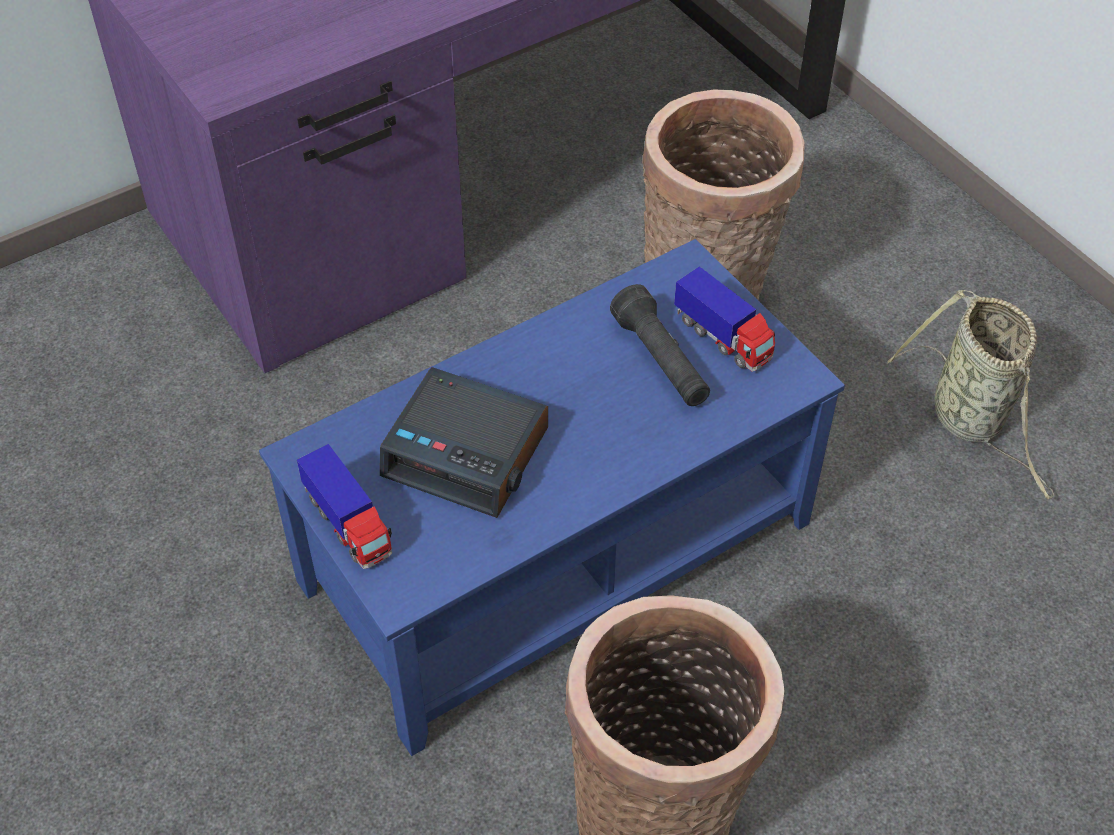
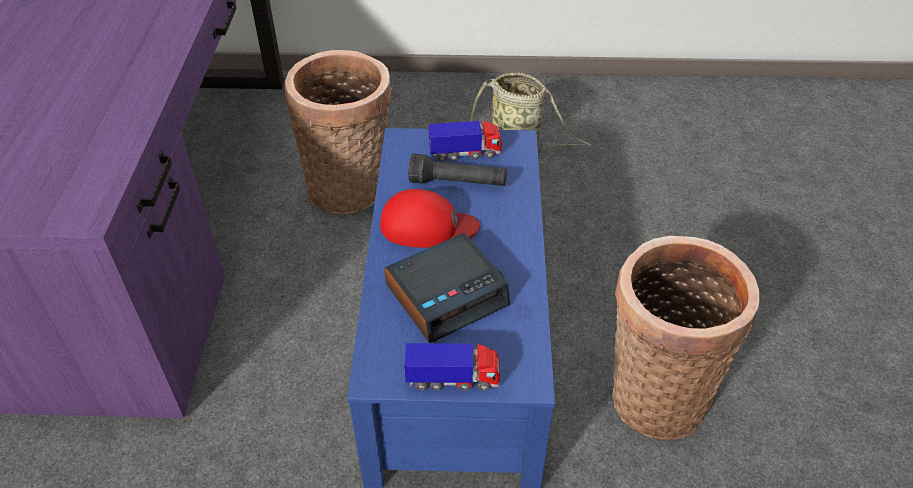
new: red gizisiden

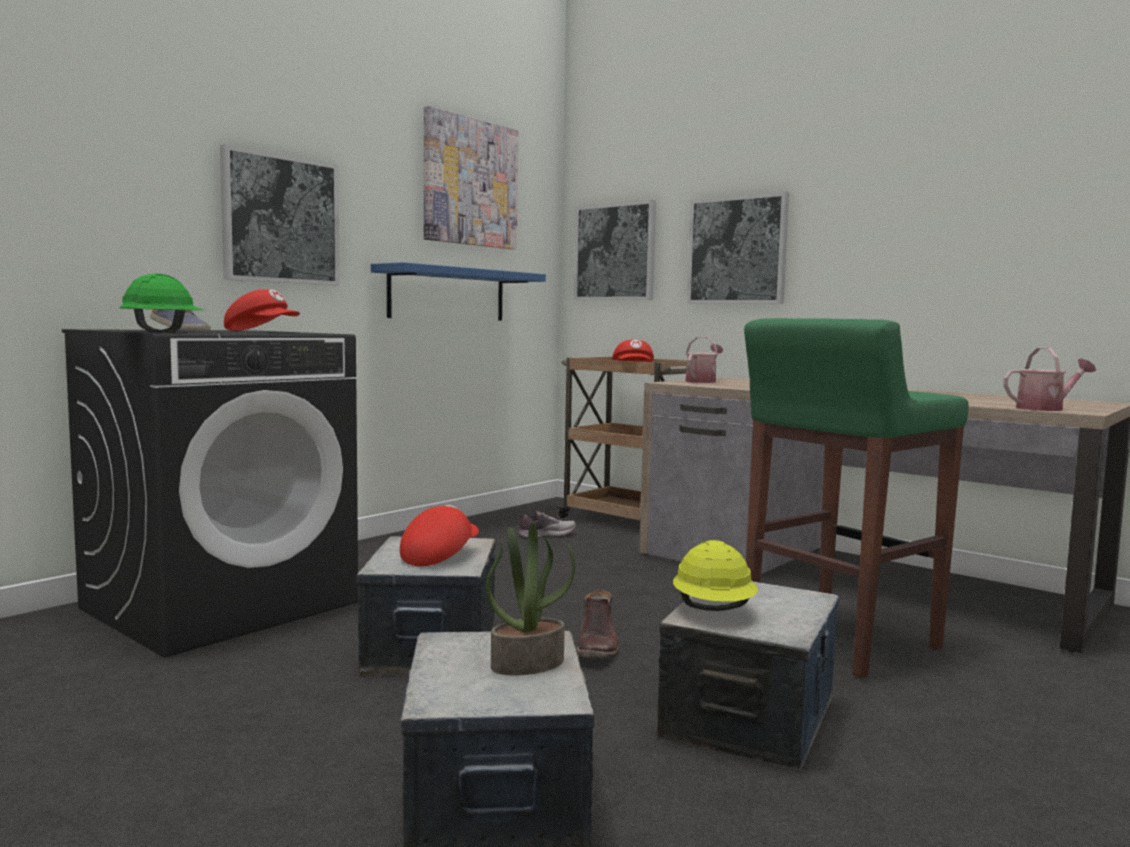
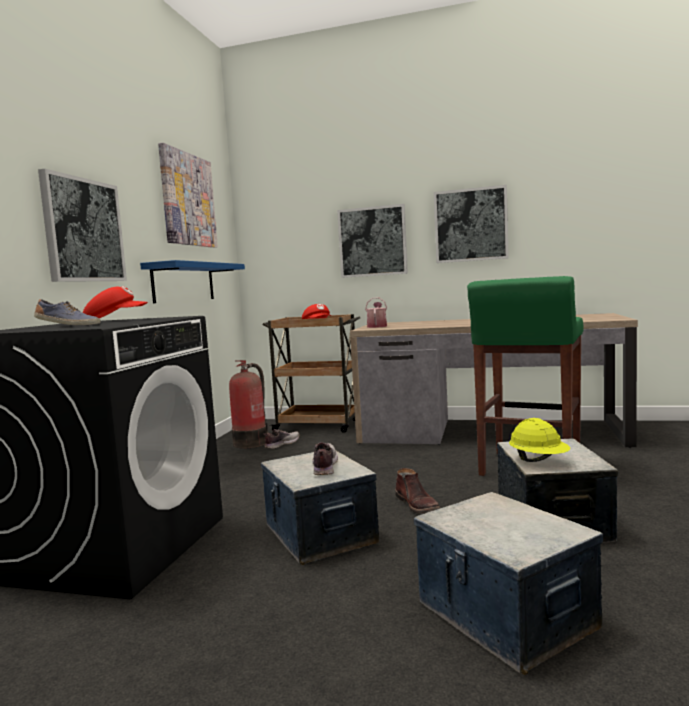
gone: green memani; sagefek; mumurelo (no. 2 from left)
new: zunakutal
shifted: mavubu (no. 3 from left in the first image) to mavubu (no. 4 from left)
swapped: red gizisiden (no. 2 from left) to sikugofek (no. 3 from left)

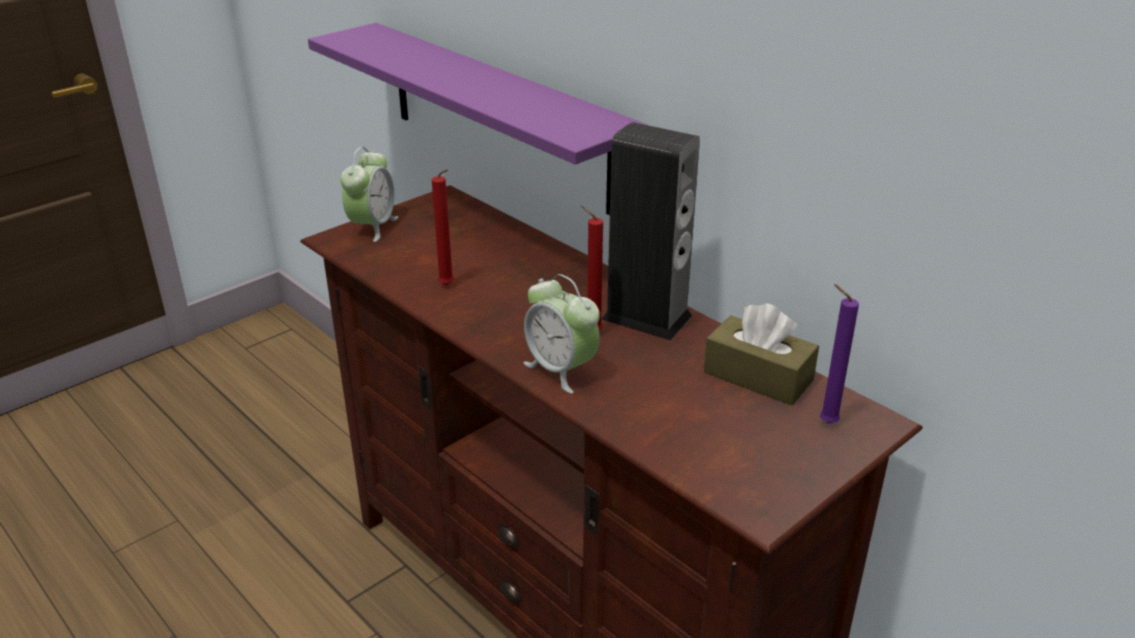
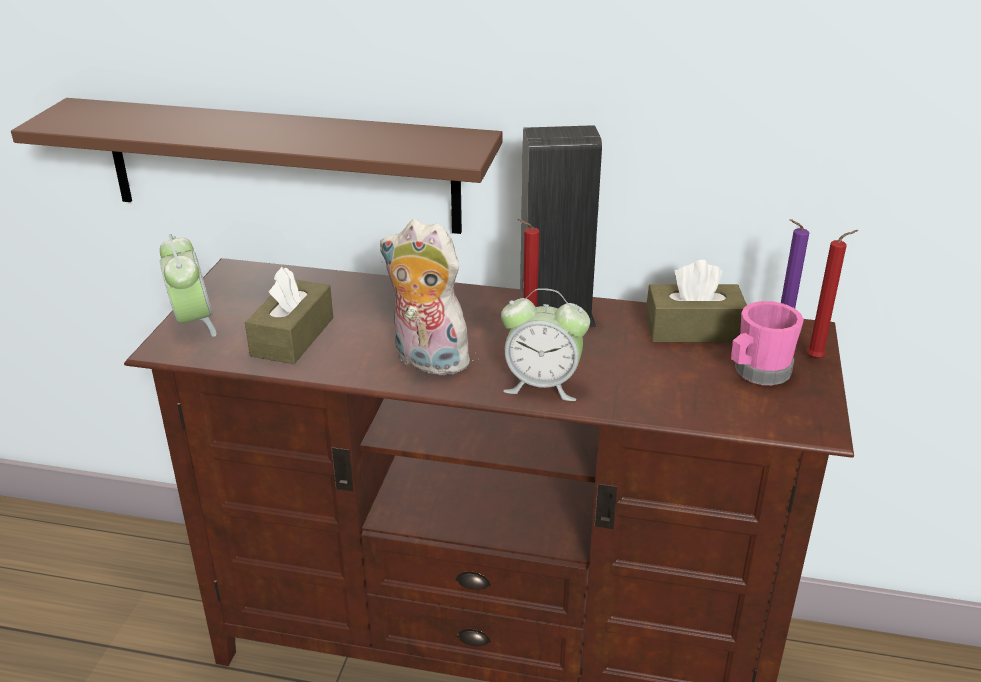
new: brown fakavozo (no. 1 from left); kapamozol; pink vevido
shifted: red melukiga (no. 1 from left in the first image) to red melukiga (no. 2 from left)
repainted: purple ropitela to brown ropitela

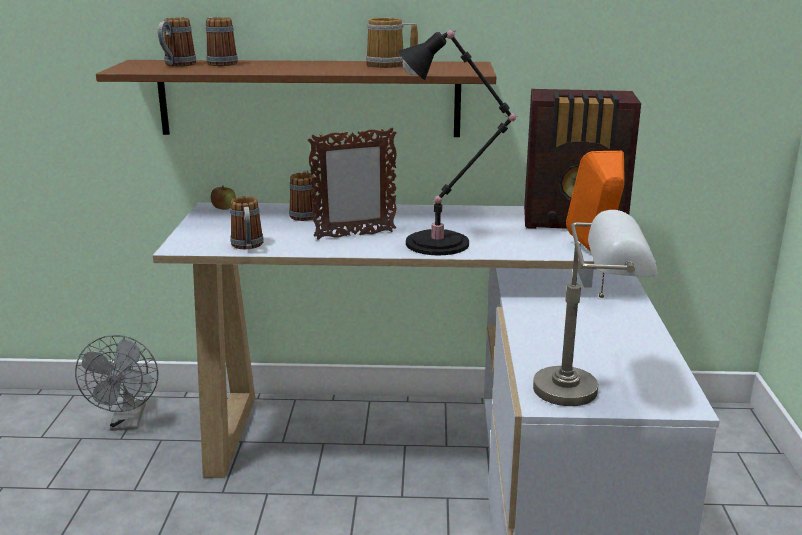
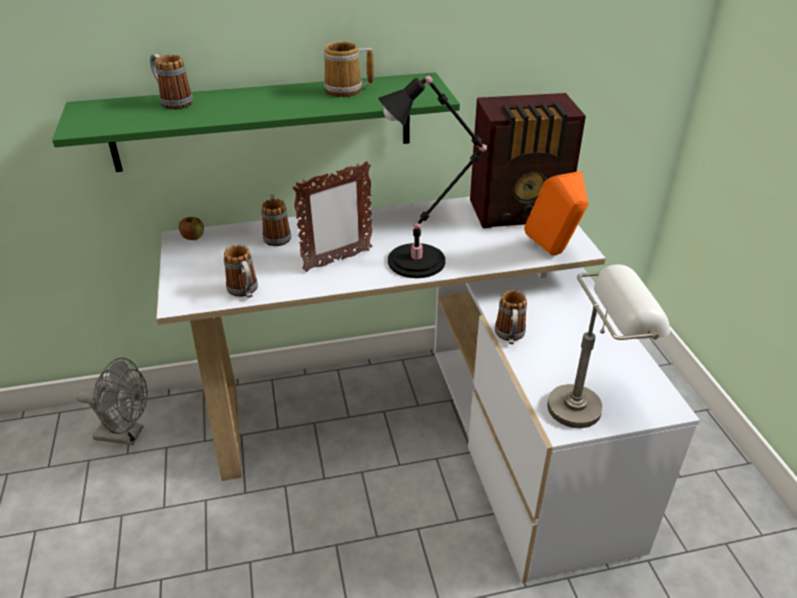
shifted: vevido (no. 1 from left in the first image) to vevido (no. 5 from left)
repainted: brown ropitela to green ropitela
rotated: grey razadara 60 degrees counterclockwise

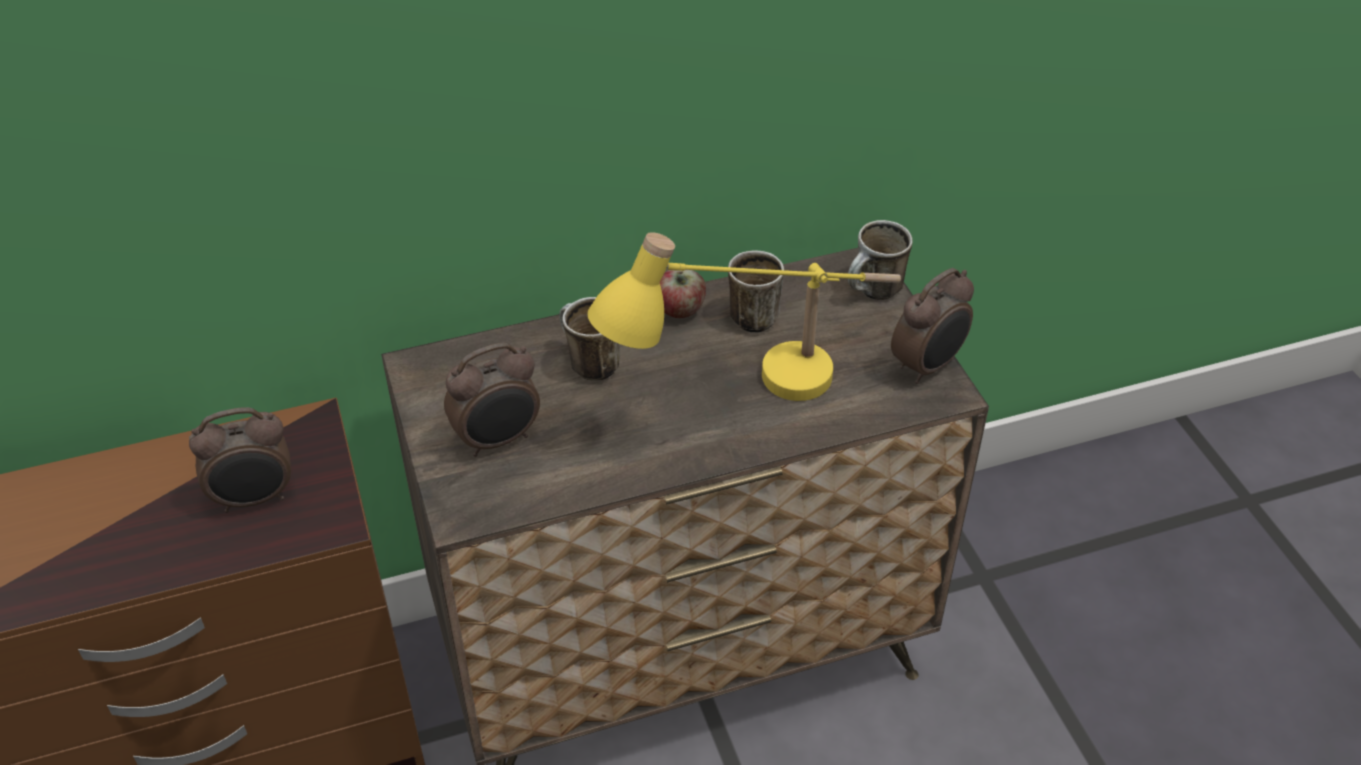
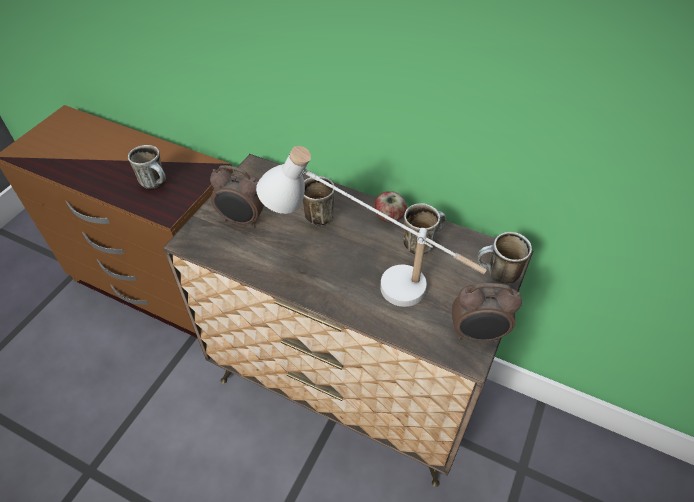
swapped: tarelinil (no. 1 from left) to vevido (no. 1 from left)
repainted: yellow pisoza to white pisoza

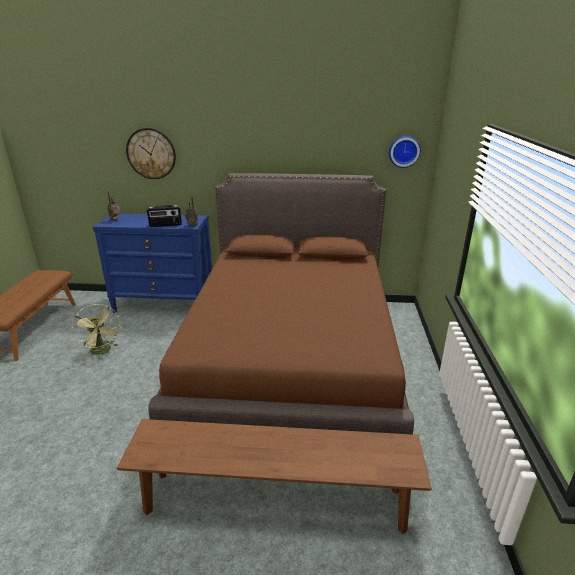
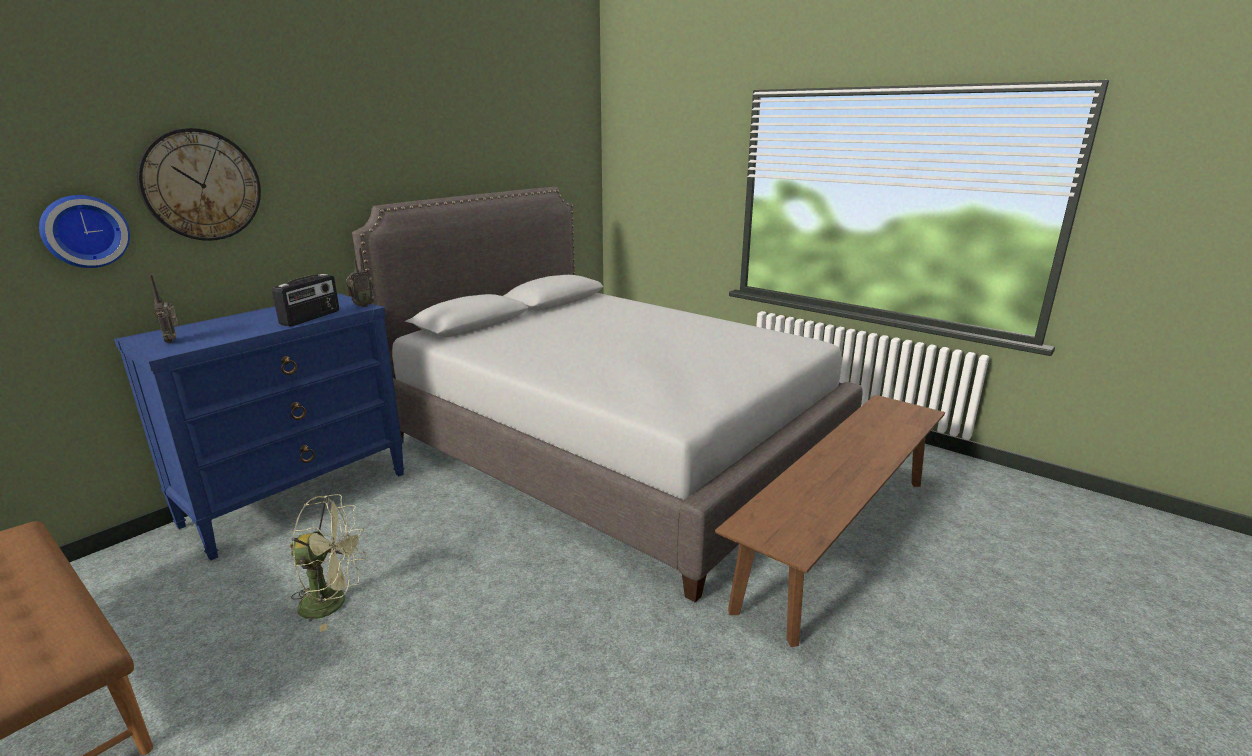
shifted: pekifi (no. 2 from left in the first image) to pekifi (no. 1 from left)
repainted: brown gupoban to grey gupoban

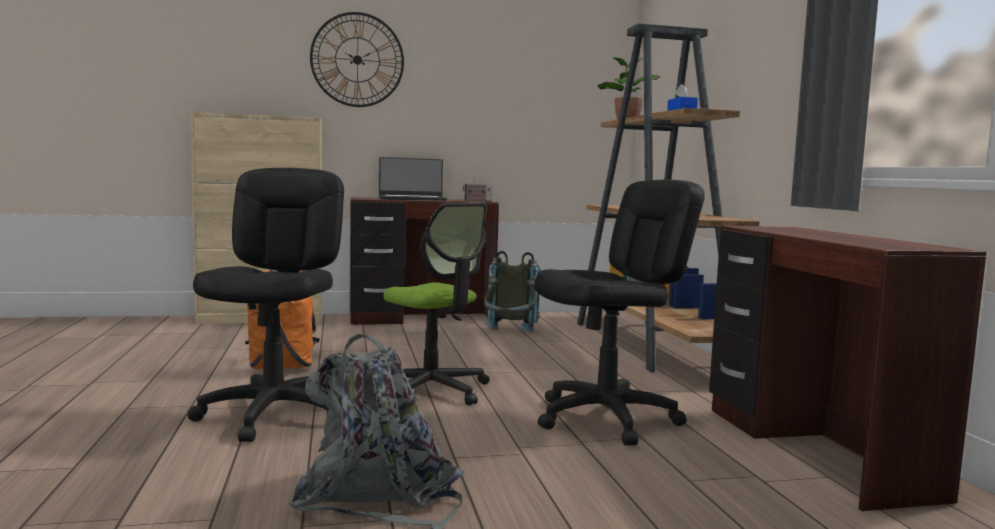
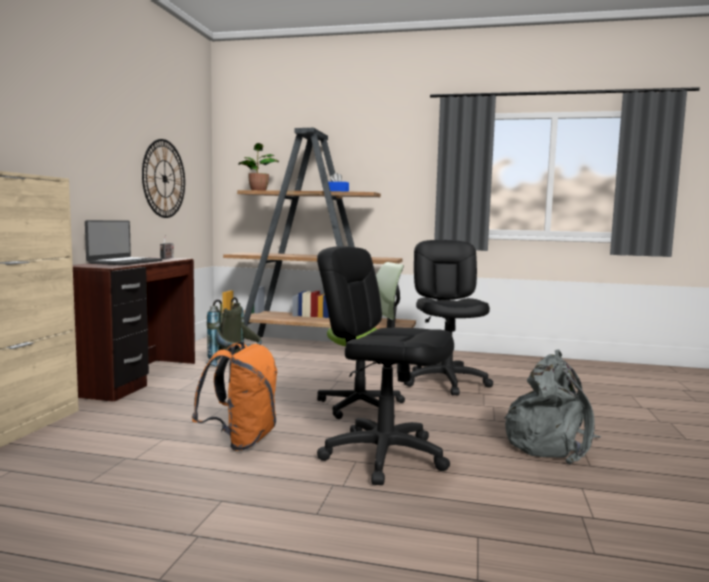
gone: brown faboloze (no. 2 from left)
shifted: pekifi

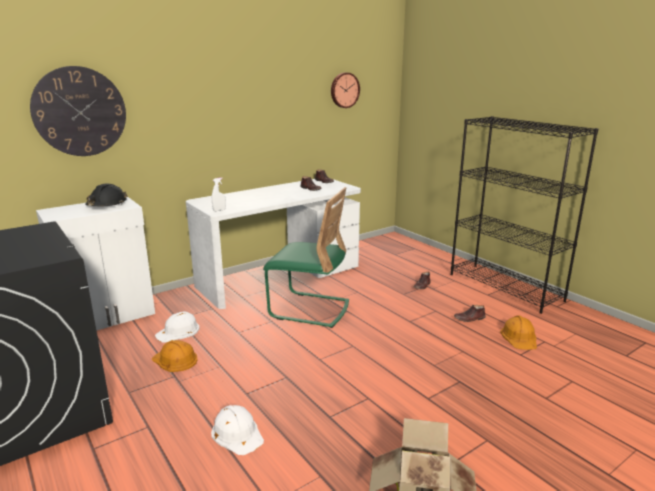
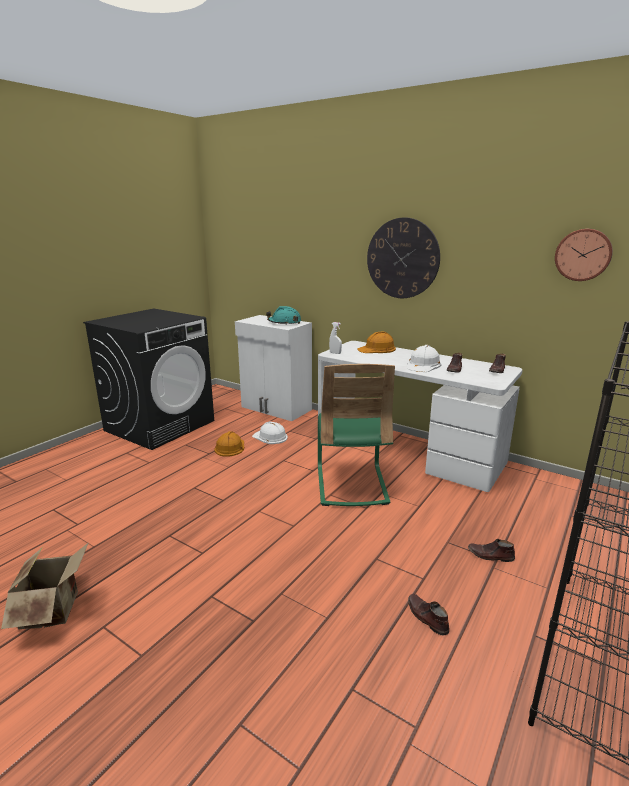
shifted: orange memani (no. 2 from left); pekifi (no. 1 from left); white memani (no. 2 from left)
repainted: black memani to turquoise memani

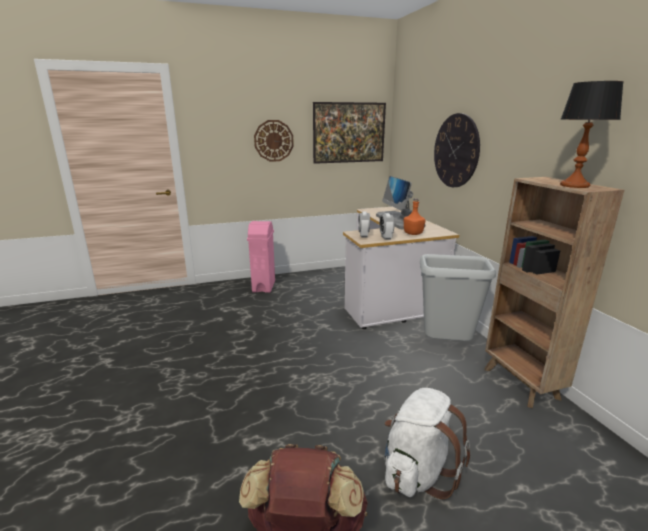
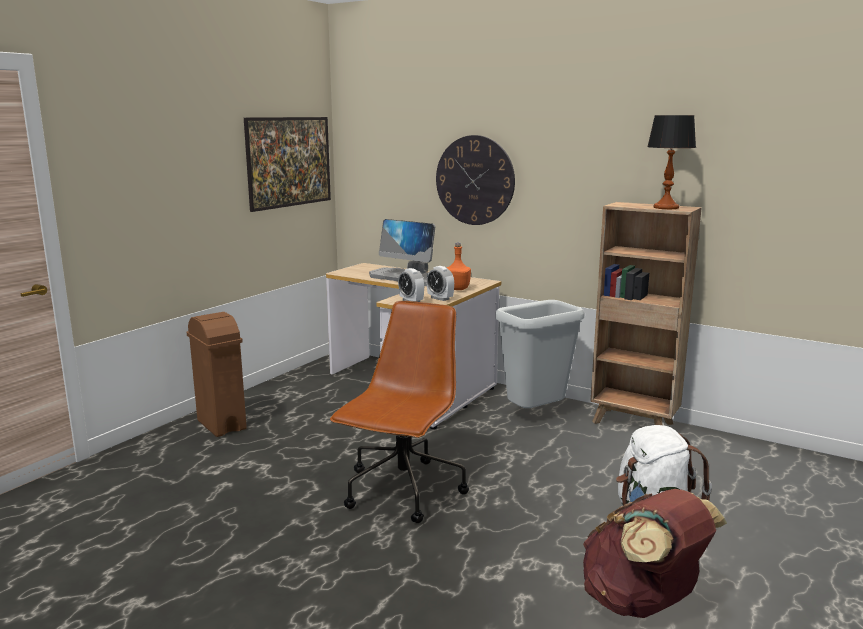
gone: pekifi (no. 1 from left)
new: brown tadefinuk
repainted: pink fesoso to brown fesoso

